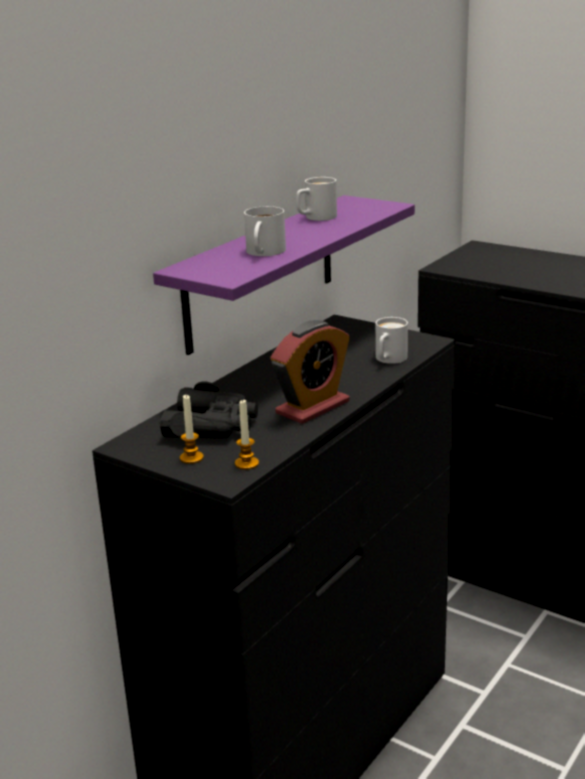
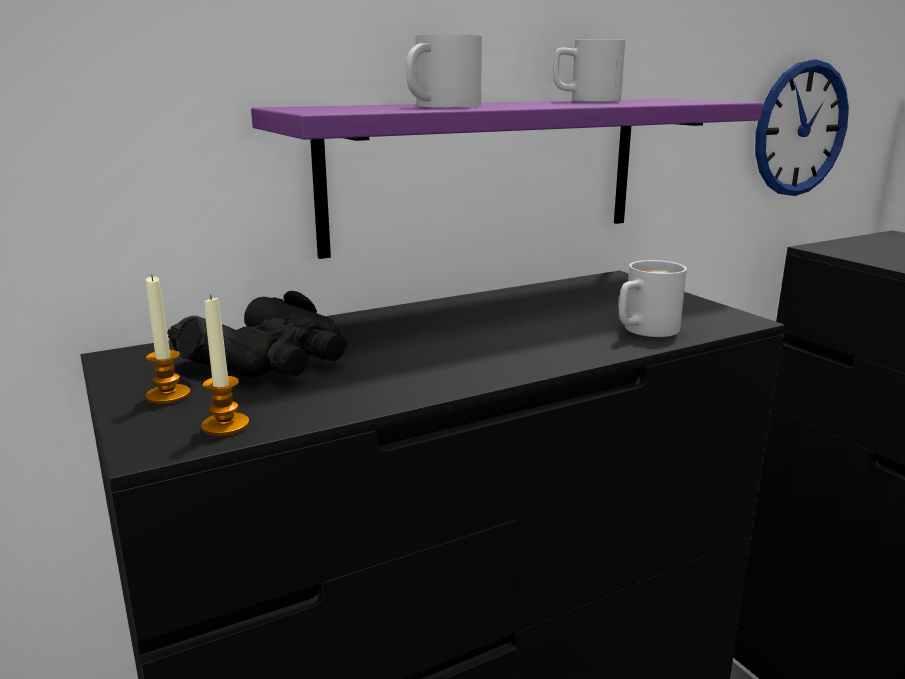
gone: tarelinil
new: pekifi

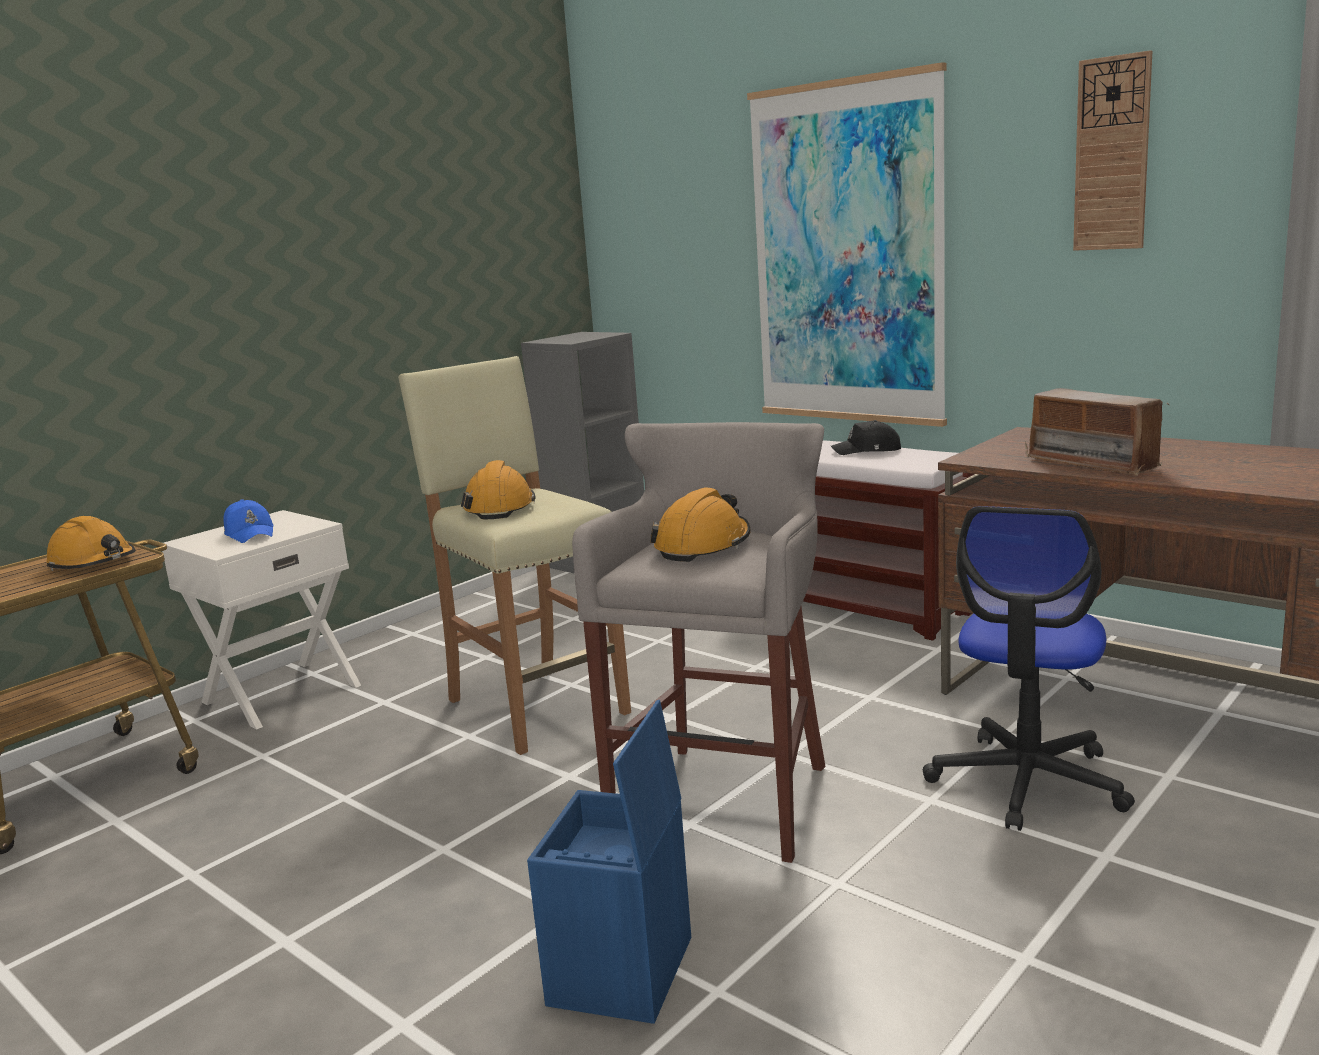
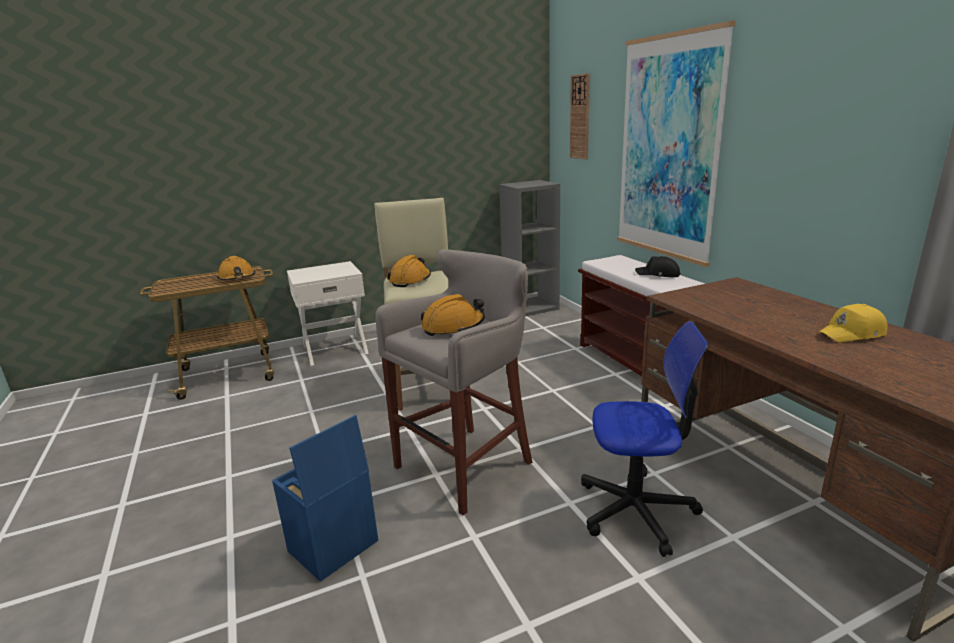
gone: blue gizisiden; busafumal
new: yellow gizisiden
shifted: pekifi
rotated: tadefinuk 135 degrees counterclockwise

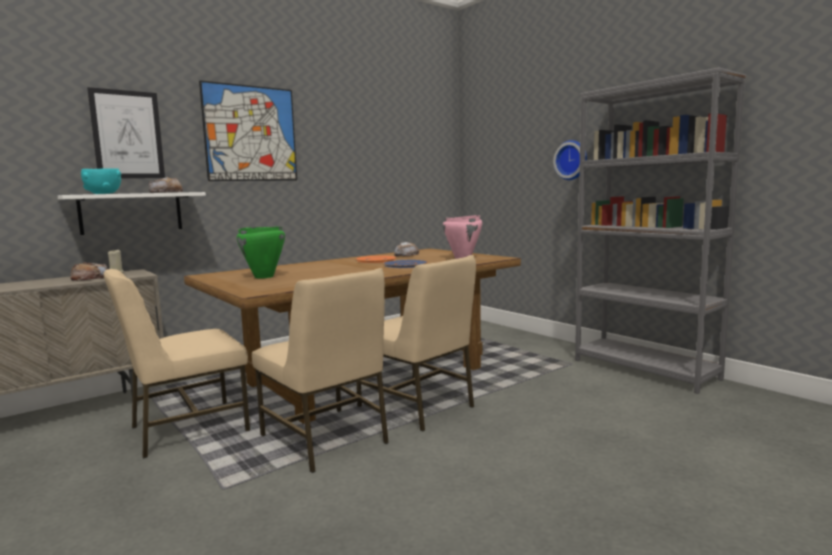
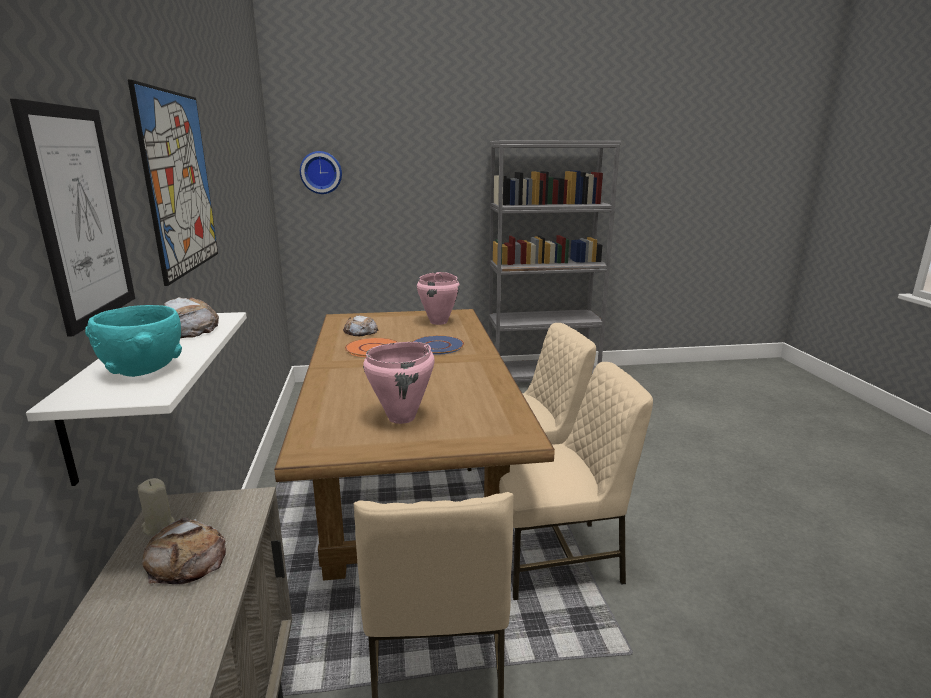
shifted: pekifi
repainted: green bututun to pink bututun (no. 1 from left)

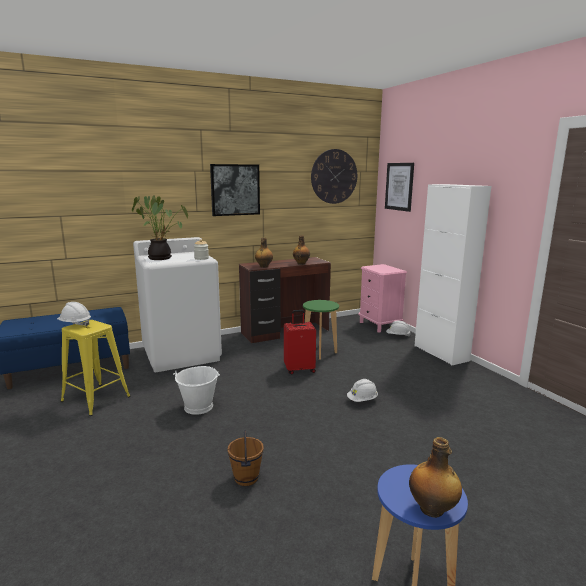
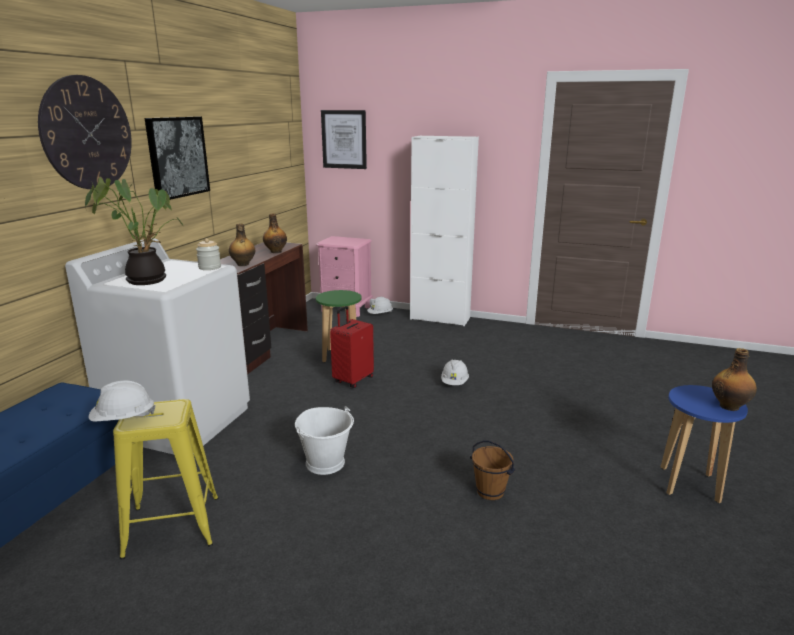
shifted: pekifi

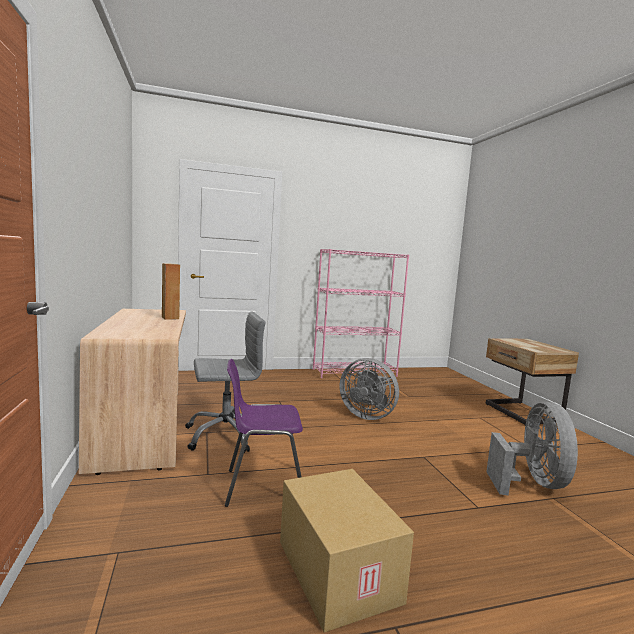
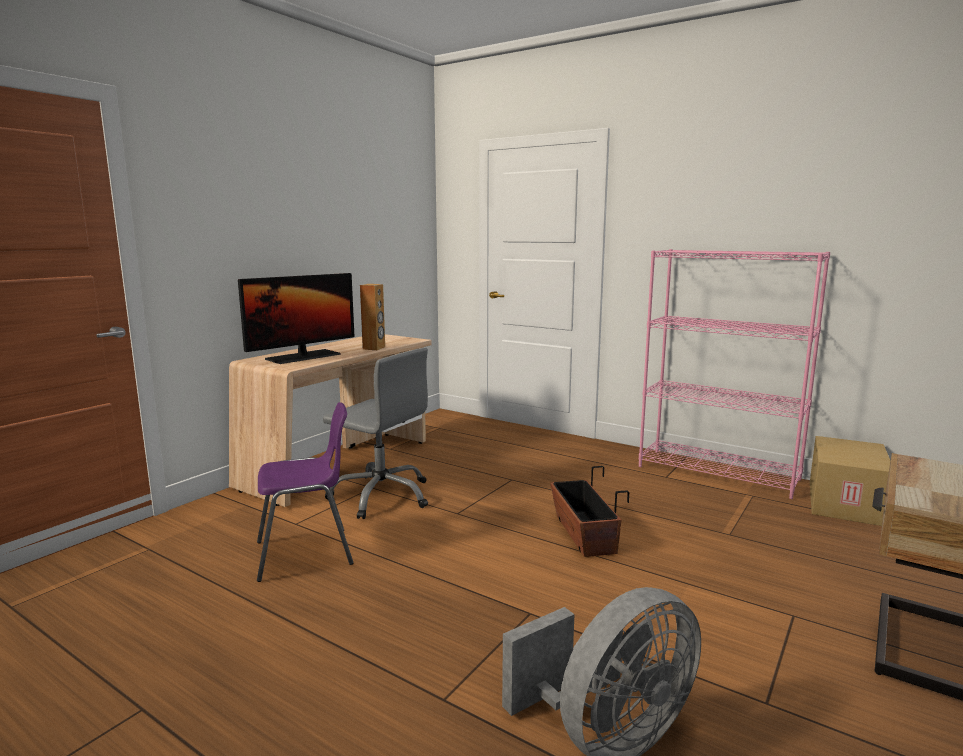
new: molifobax
shifted: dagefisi
swapped: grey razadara (no. 1 from left) to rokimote
rotated: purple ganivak 120 degrees clockwise

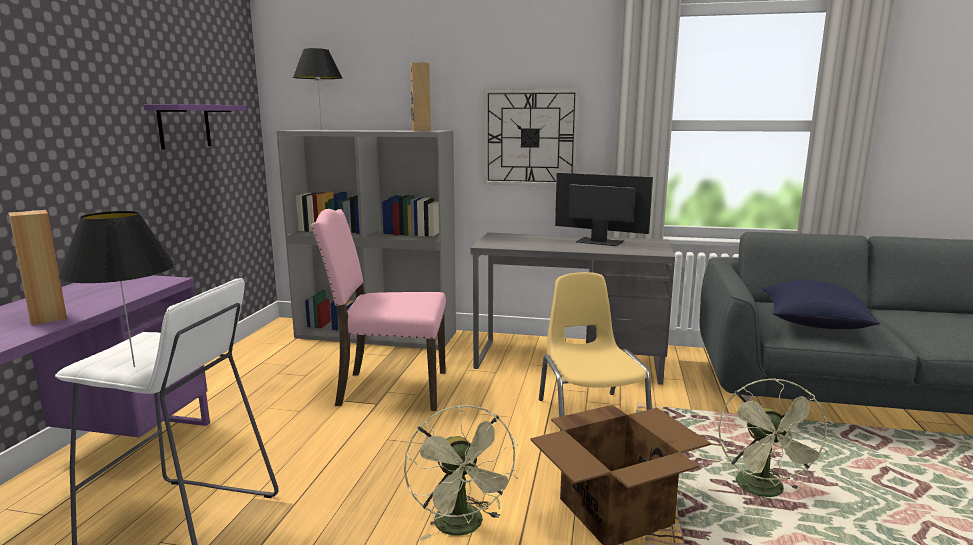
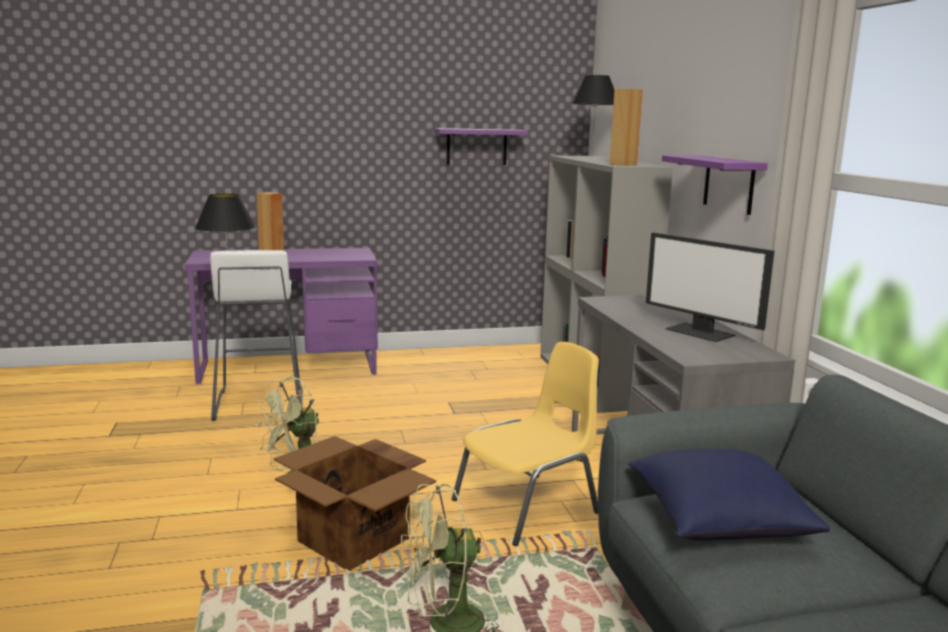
gone: pink ganivak
swapped: pekifi to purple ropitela (no. 2 from left)
rotated: molifobax 135 degrees clockwise

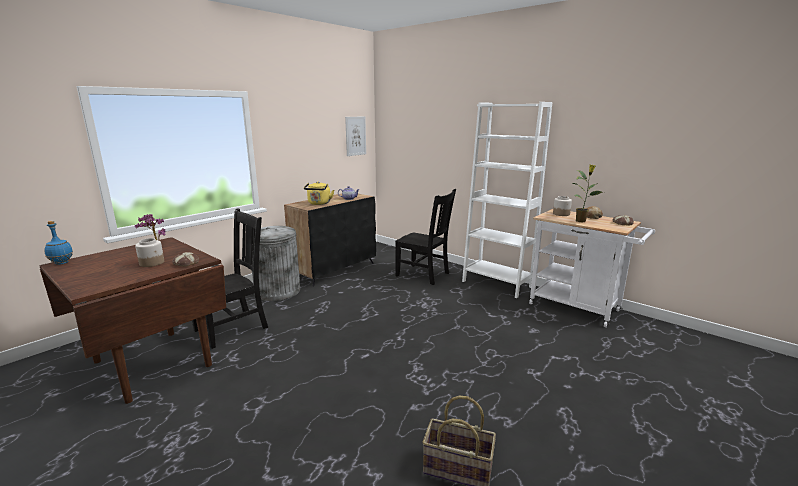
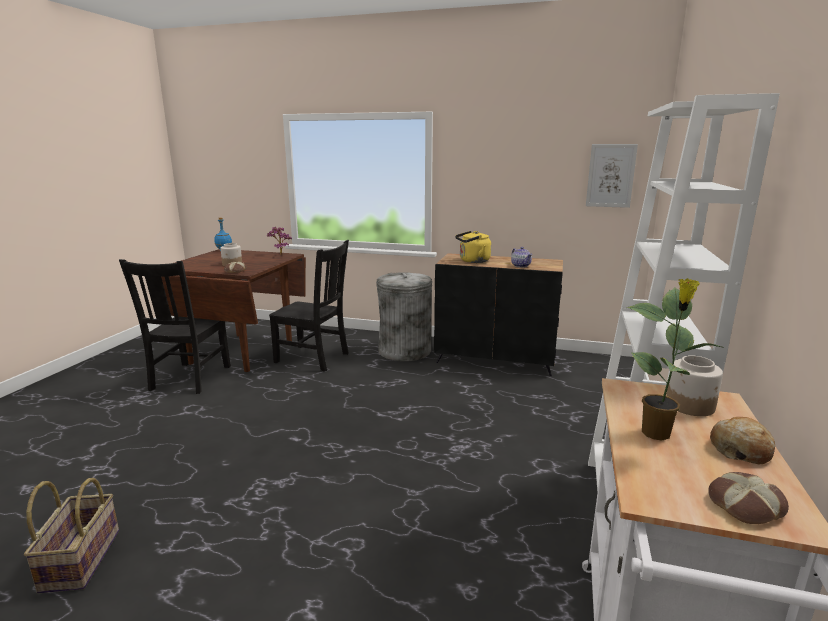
shifted: black ganivak (no. 2 from left in the first image) to black ganivak (no. 1 from left)

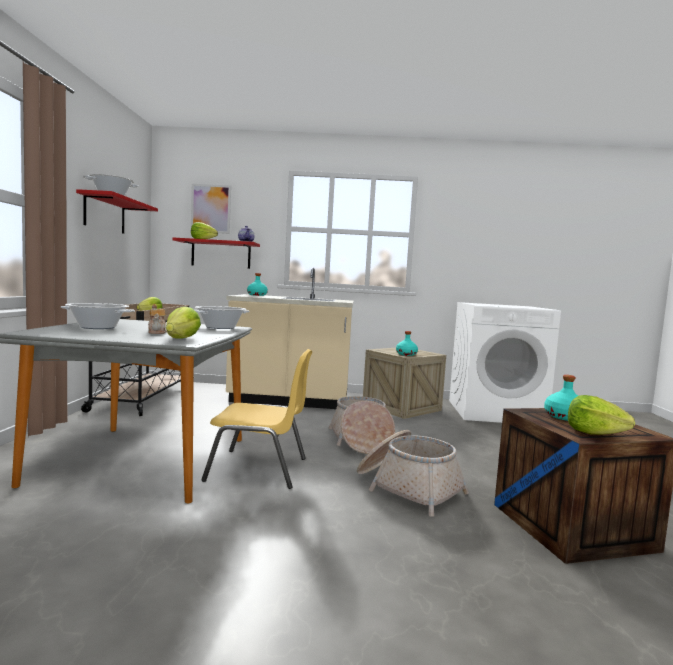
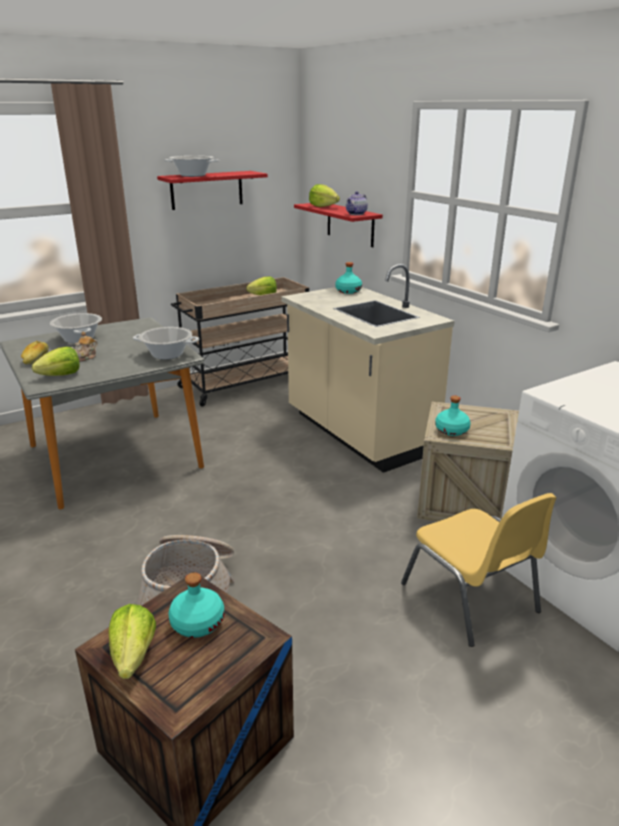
gone: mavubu; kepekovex (no. 1 from left)
new: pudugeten
shifted: yellow ganivak

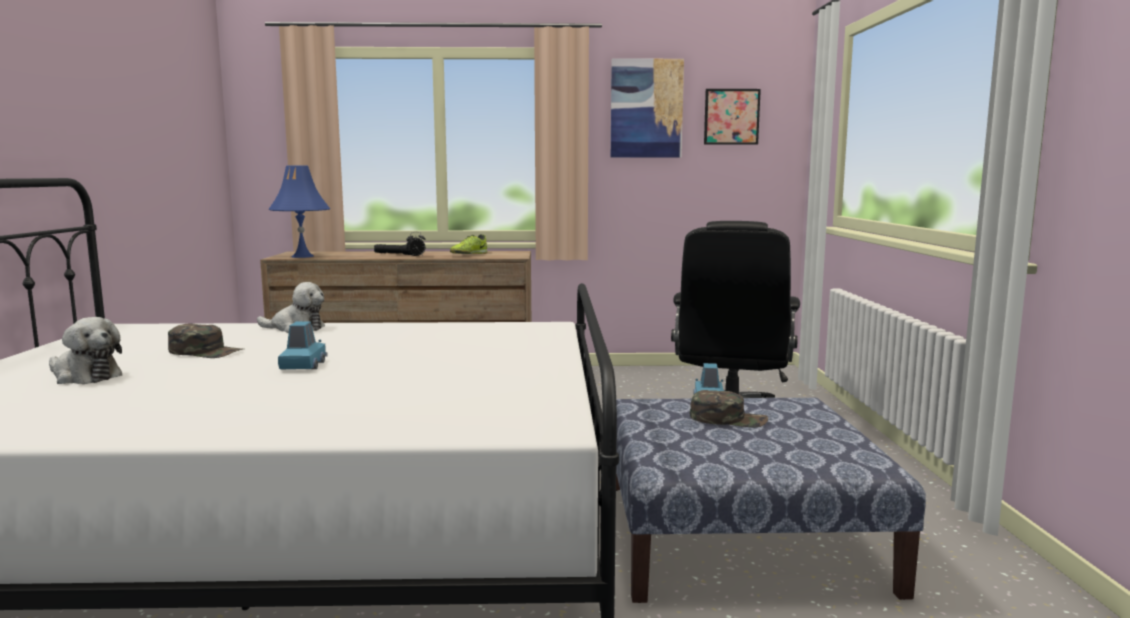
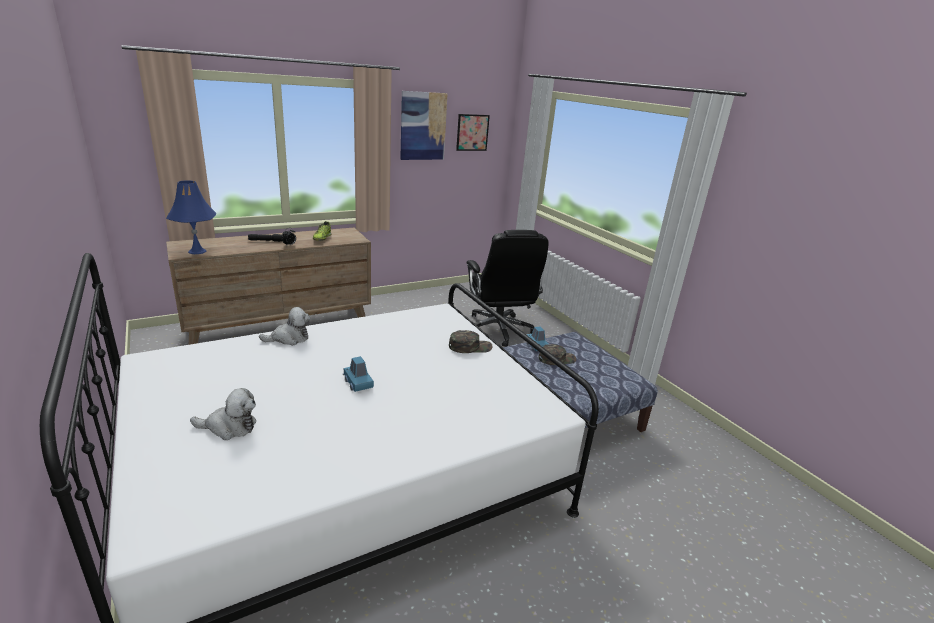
shifted: green gizisiden (no. 1 from left)

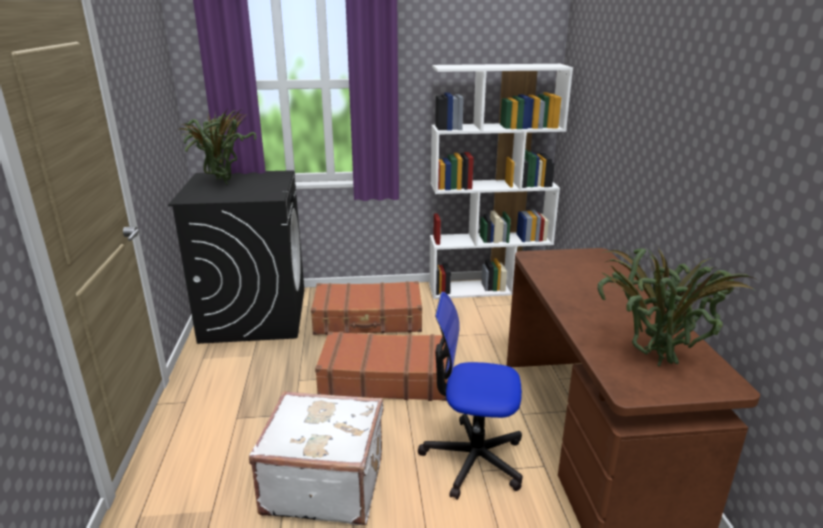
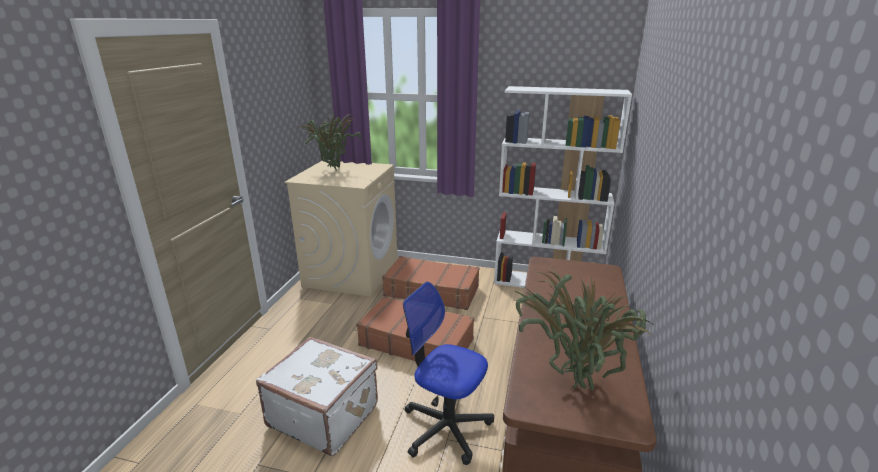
repainted: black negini to beige negini

